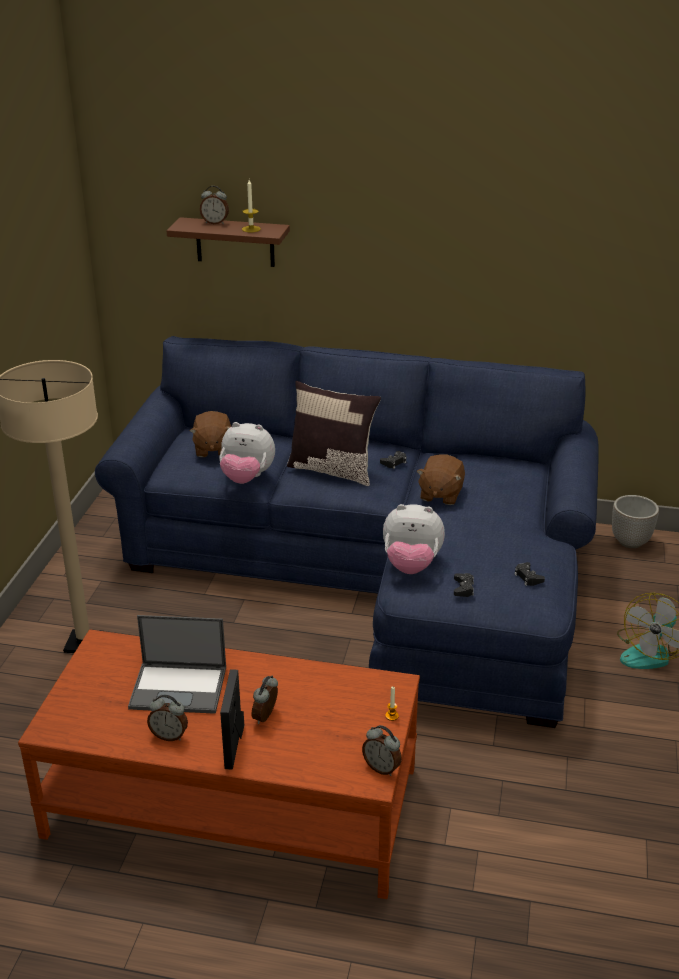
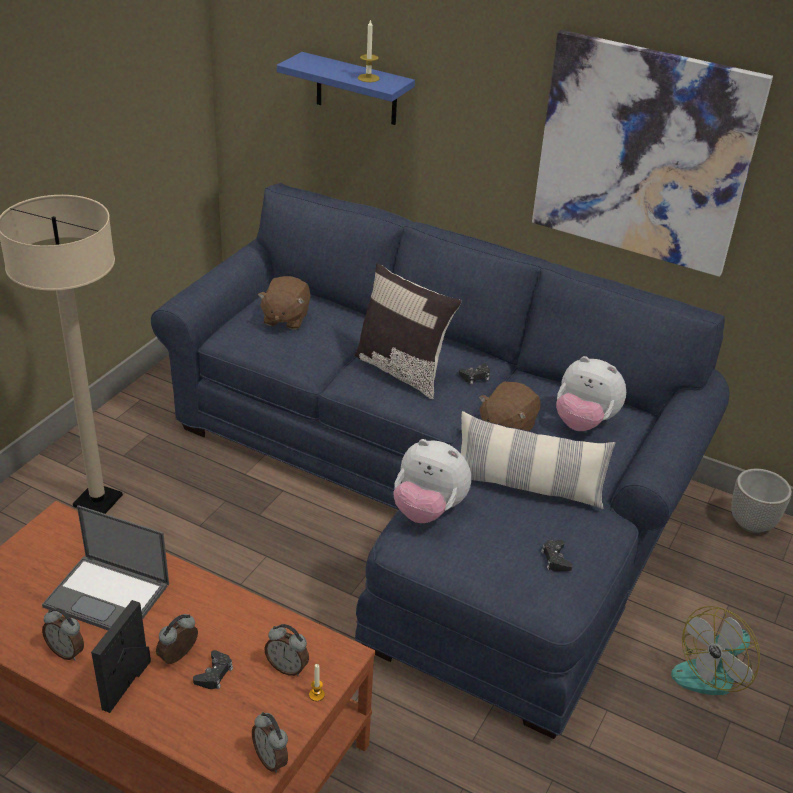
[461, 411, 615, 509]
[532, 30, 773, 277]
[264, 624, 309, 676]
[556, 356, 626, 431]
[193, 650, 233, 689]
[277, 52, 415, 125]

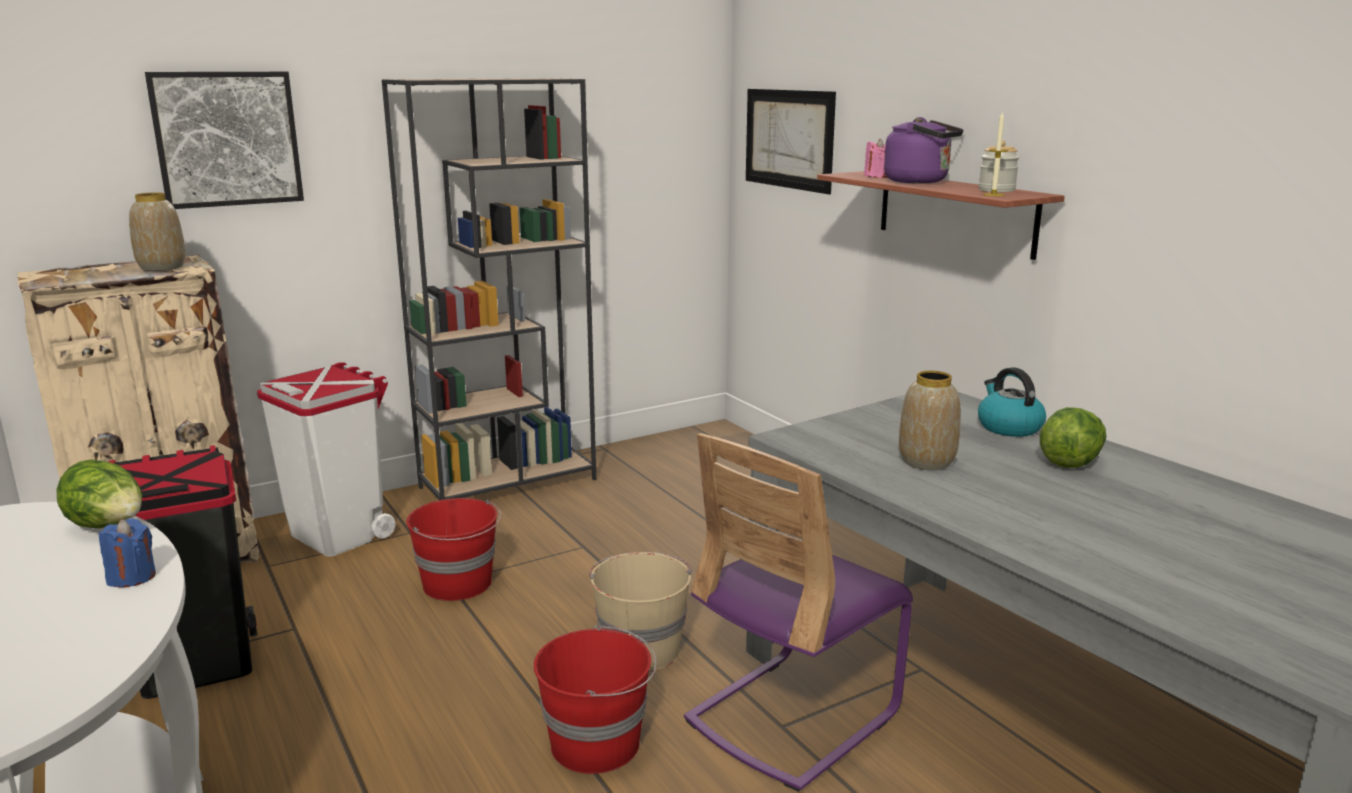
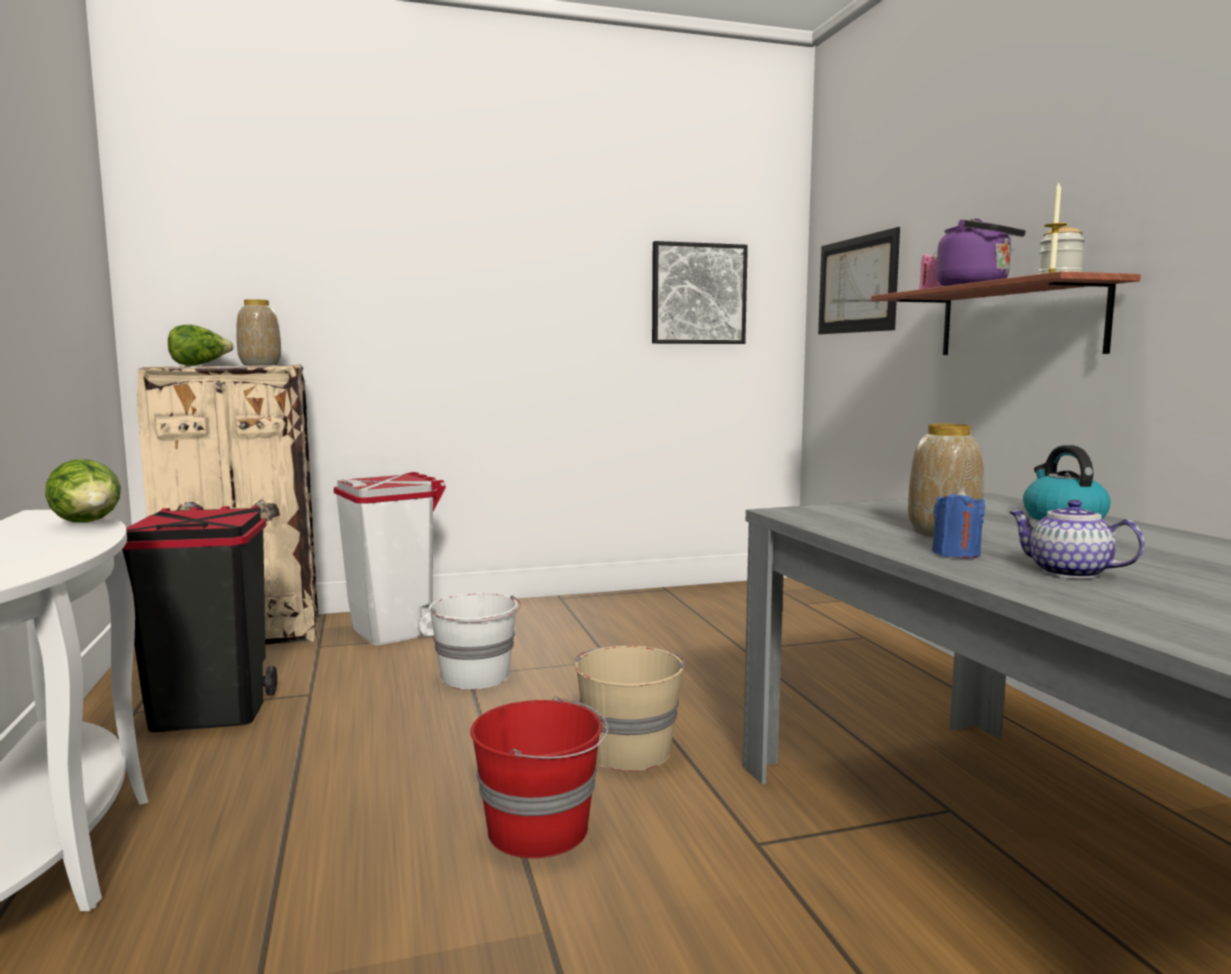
[382, 78, 596, 500] (first image)
[684, 433, 913, 792] (first image)
[1009, 500, 1145, 579]
[932, 488, 985, 558]
[652, 241, 748, 344]
[168, 325, 234, 366]
[429, 593, 521, 690]

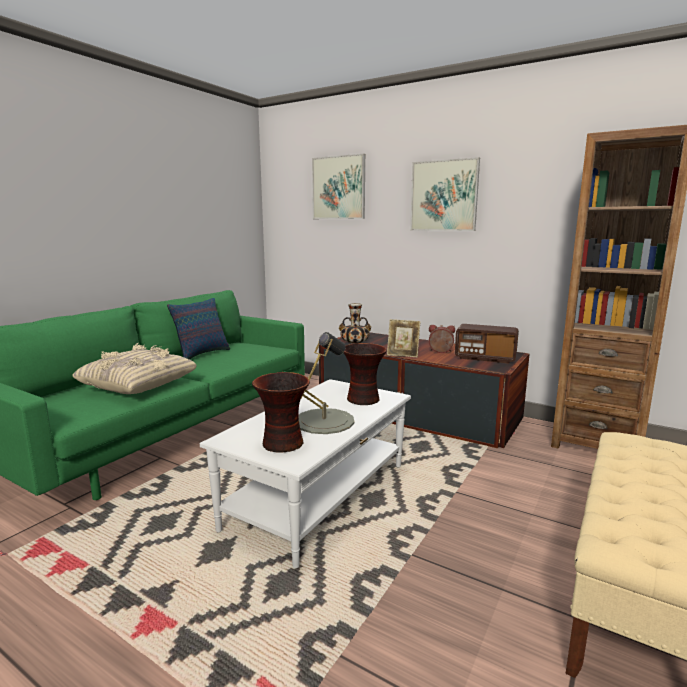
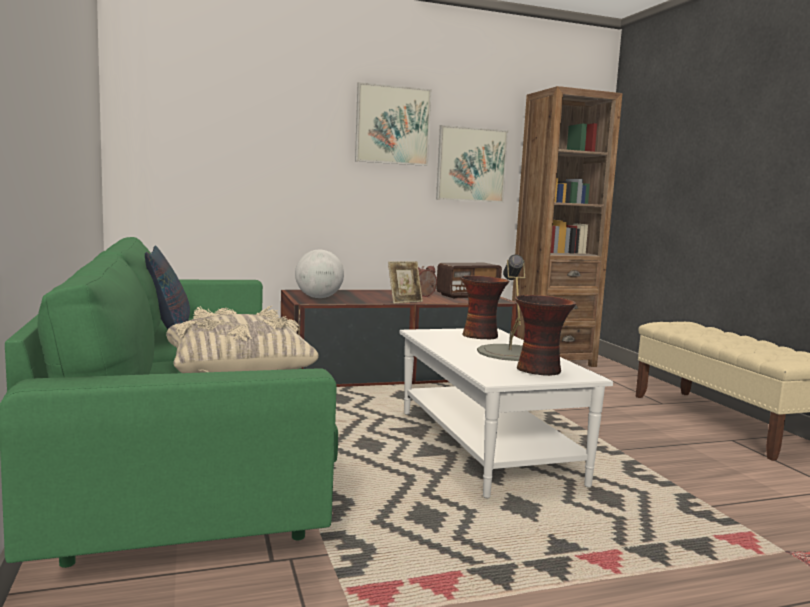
[436, 125, 508, 203]
[295, 250, 344, 298]

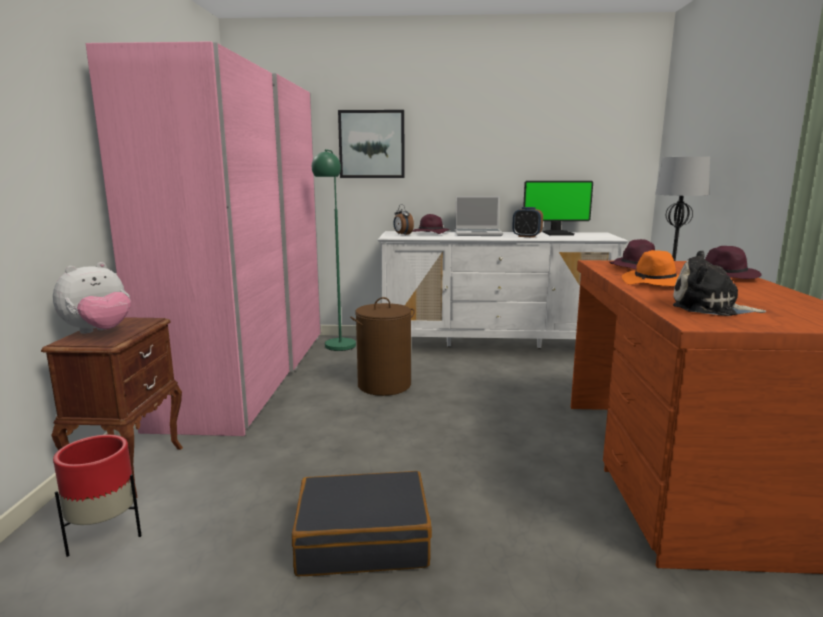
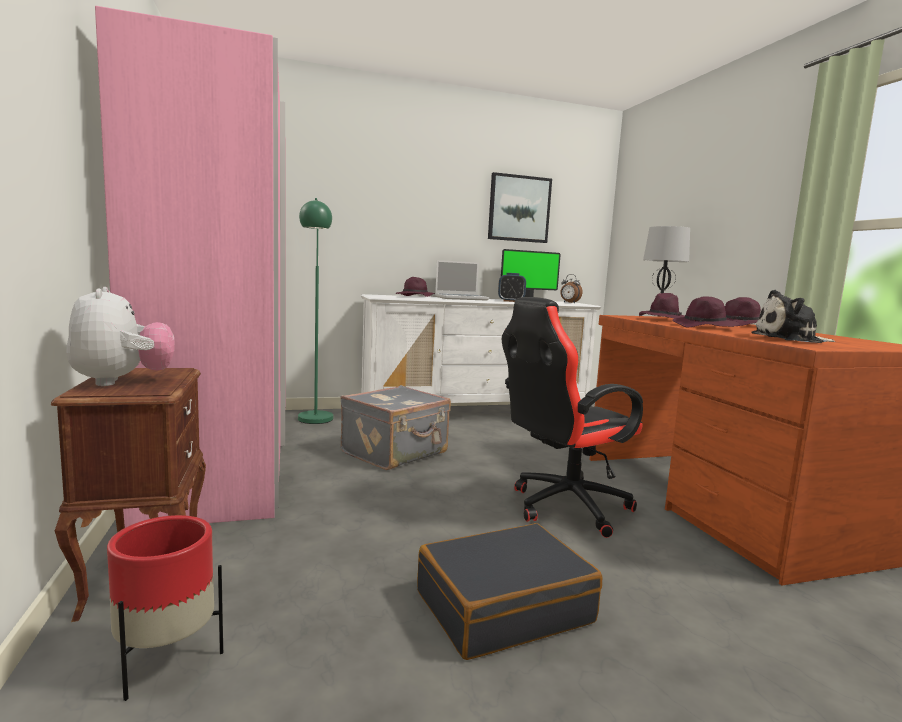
[502, 297, 643, 538]
[488, 172, 552, 243]
[560, 274, 582, 303]
[340, 385, 451, 470]
[672, 296, 739, 327]
[66, 287, 175, 386]

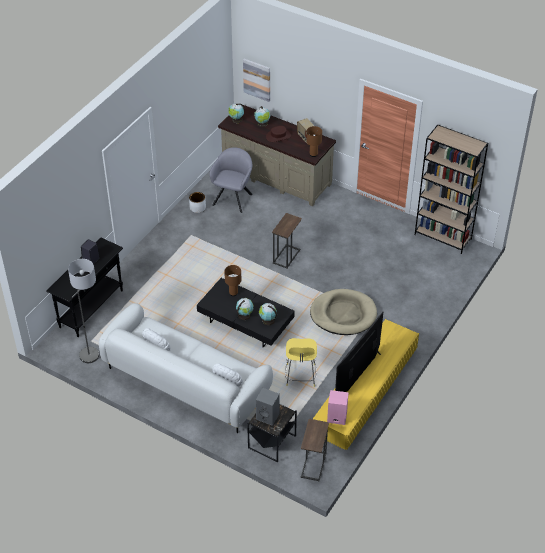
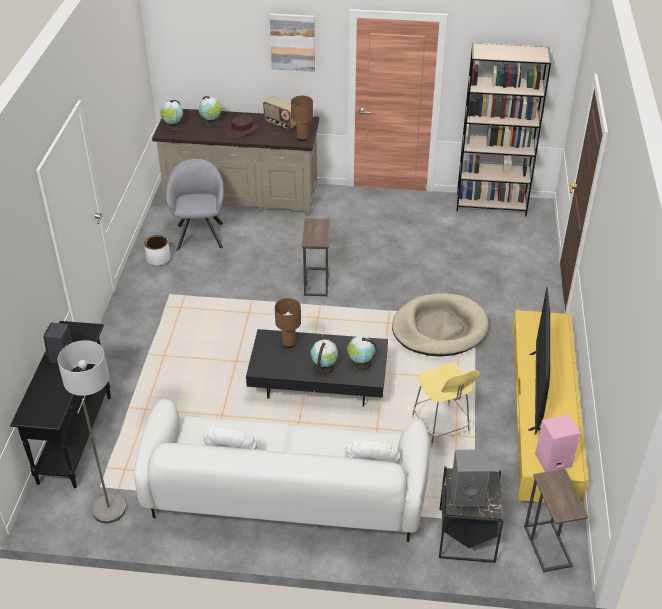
[269, 13, 315, 72]

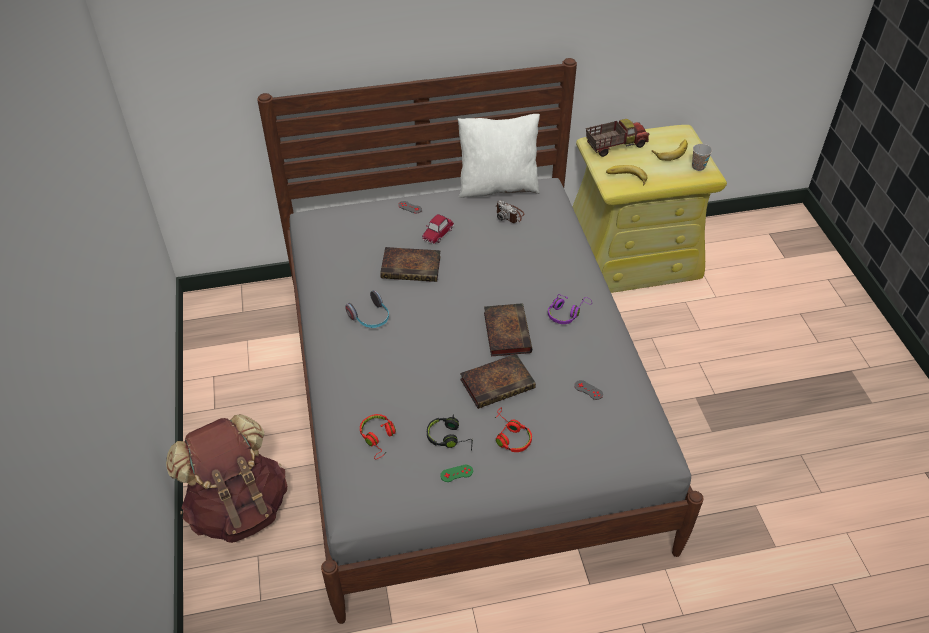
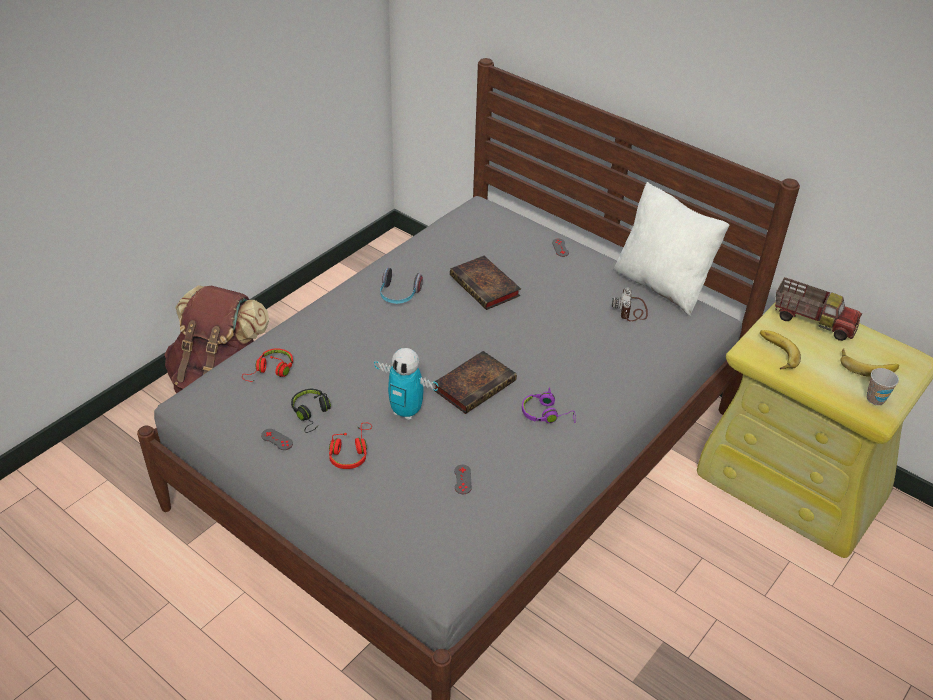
[422, 214, 454, 244] (first image)
[374, 348, 438, 420]
[261, 429, 293, 450]

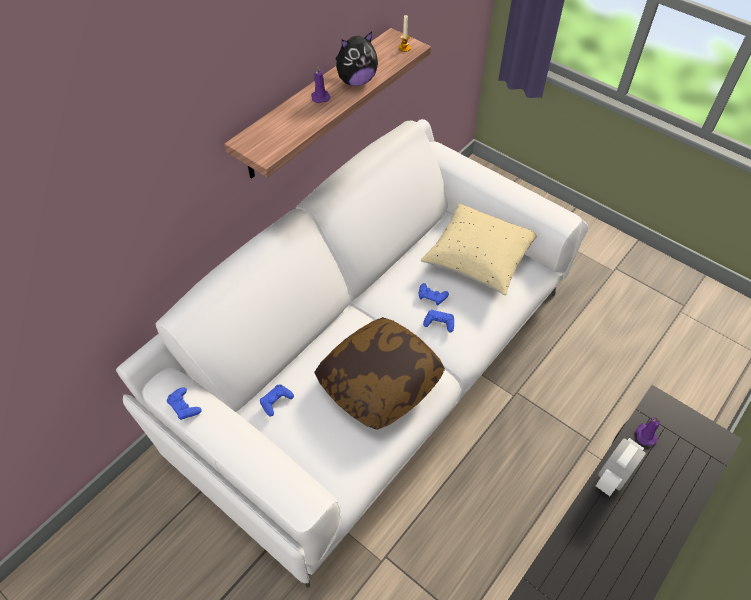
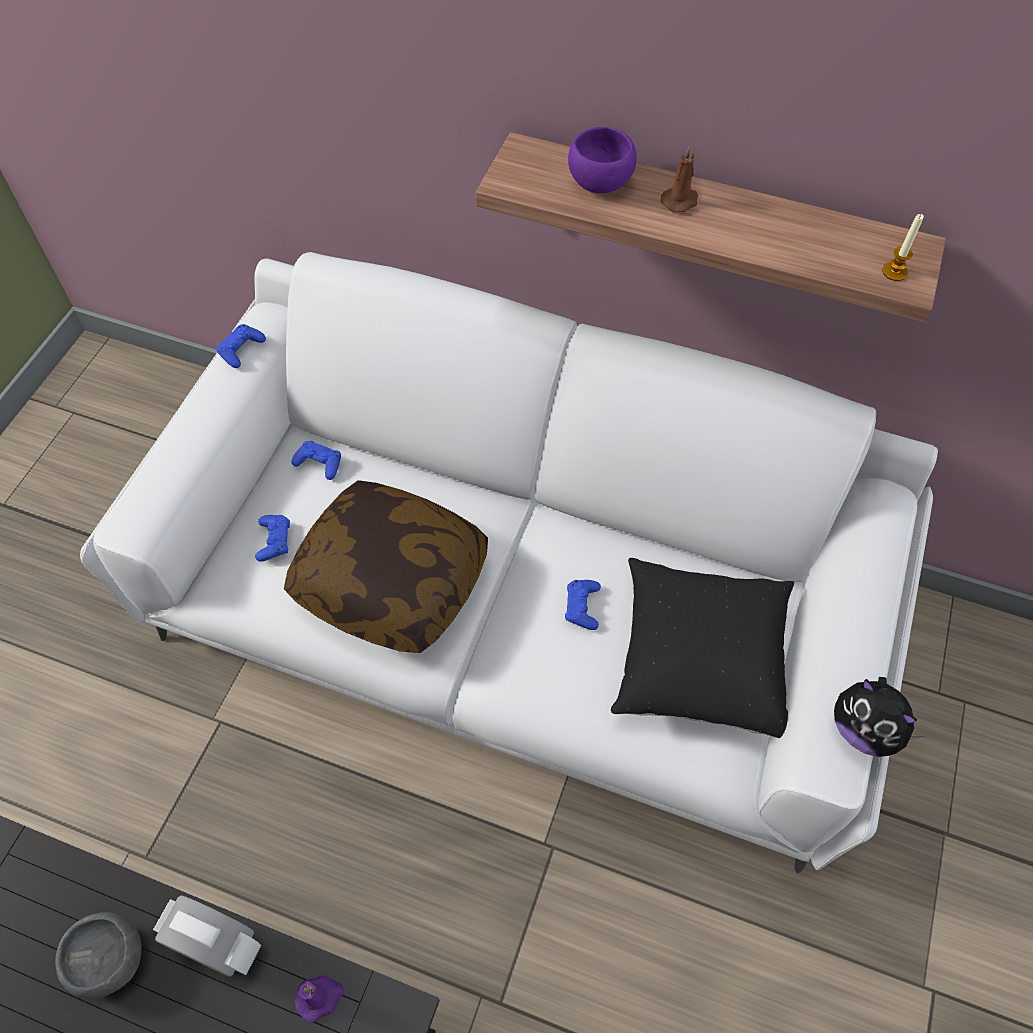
[55, 912, 142, 999]
[568, 127, 637, 193]
[834, 677, 923, 757]
[255, 515, 290, 562]
[661, 145, 698, 213]
[611, 558, 794, 738]

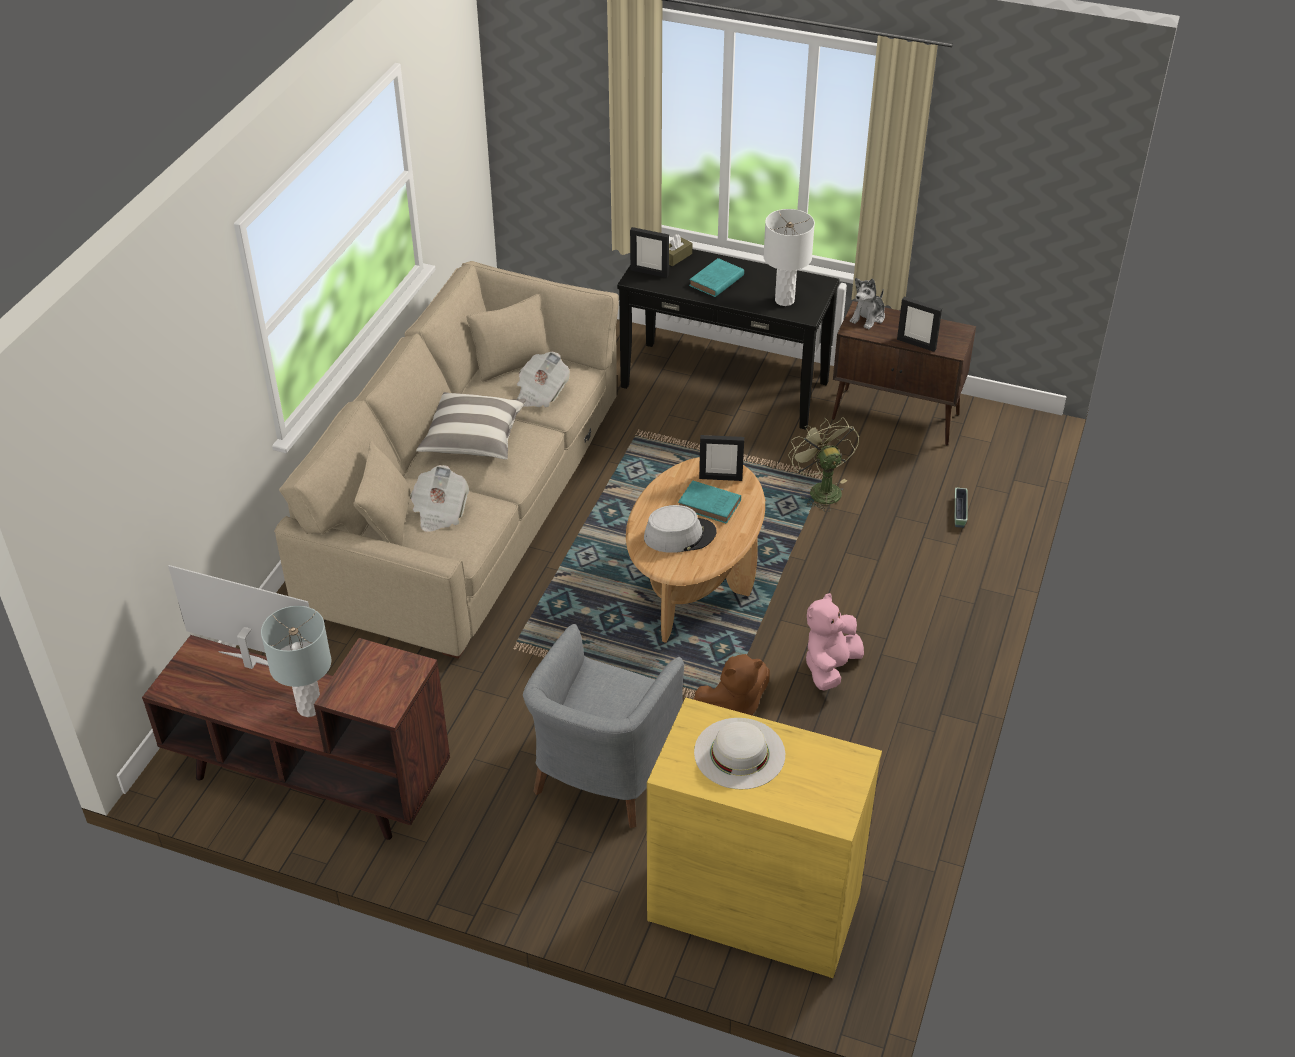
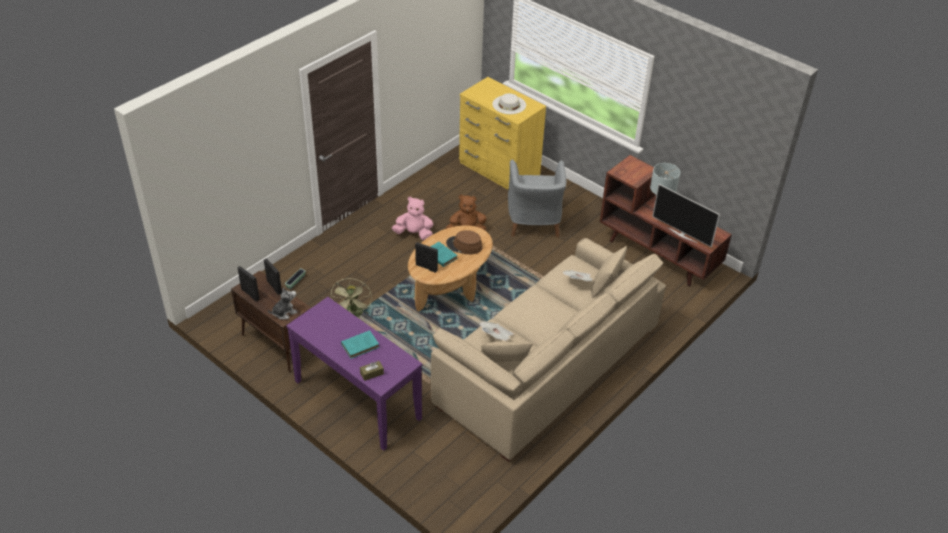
[416, 392, 526, 460] (first image)
[763, 209, 815, 306] (first image)
[238, 266, 260, 301]
[286, 297, 422, 451]
[446, 230, 483, 254]
[508, 159, 566, 238]
[392, 197, 433, 240]

